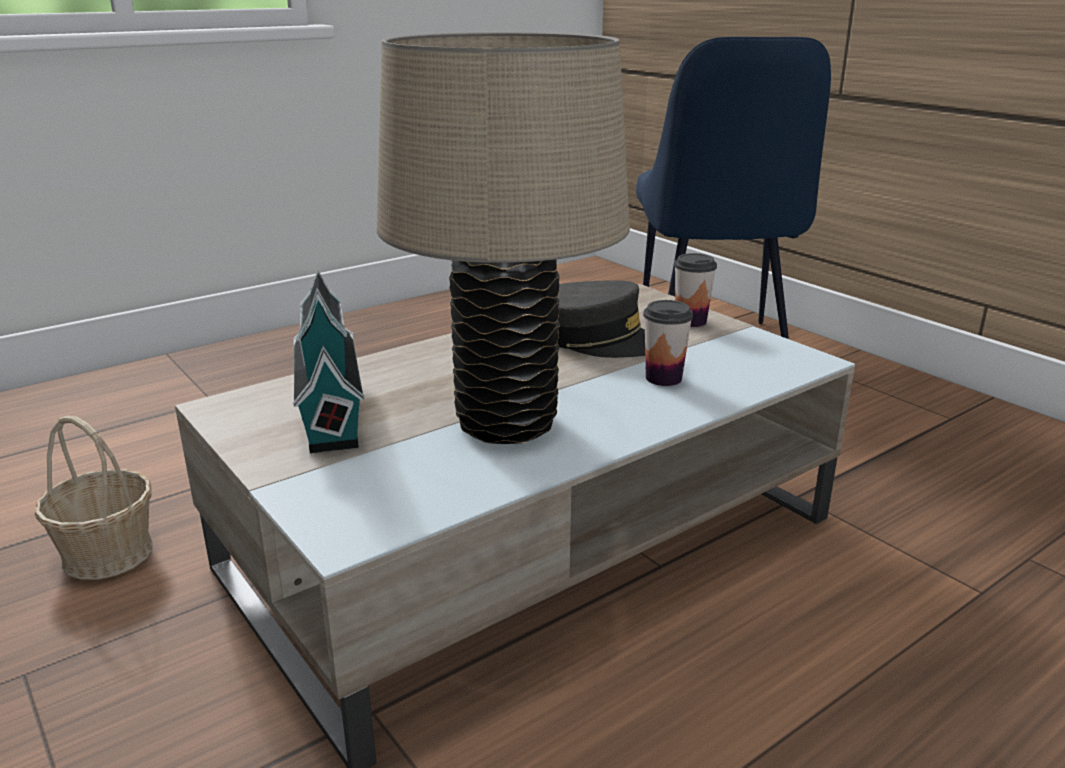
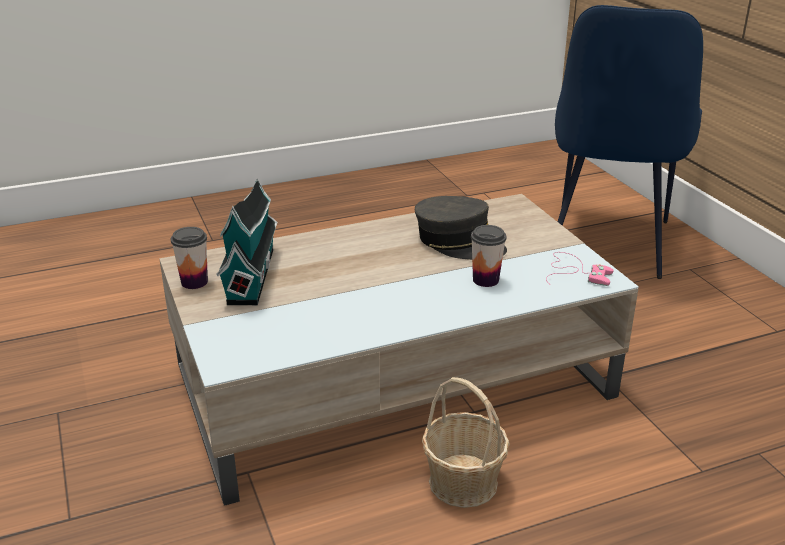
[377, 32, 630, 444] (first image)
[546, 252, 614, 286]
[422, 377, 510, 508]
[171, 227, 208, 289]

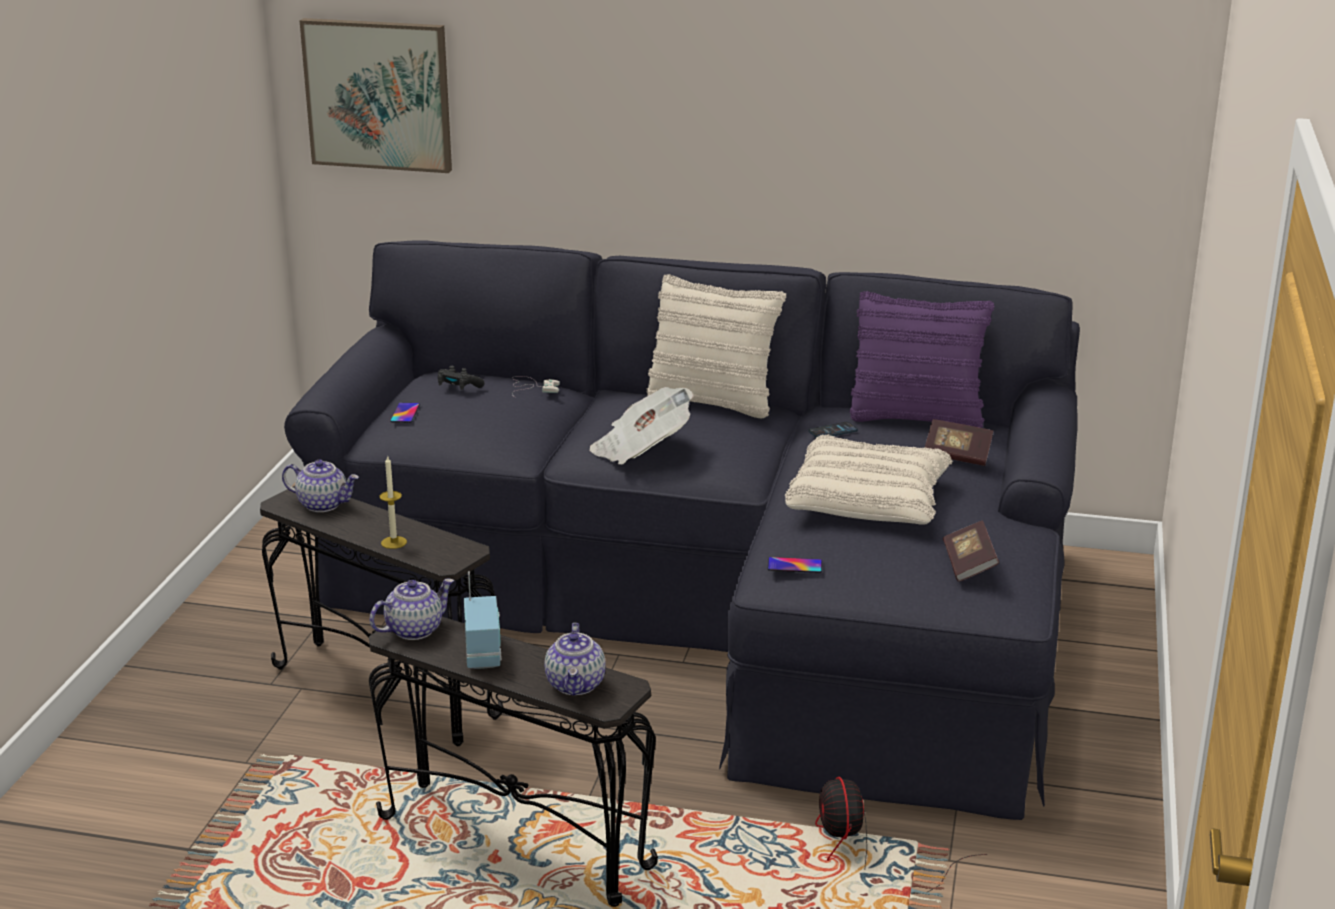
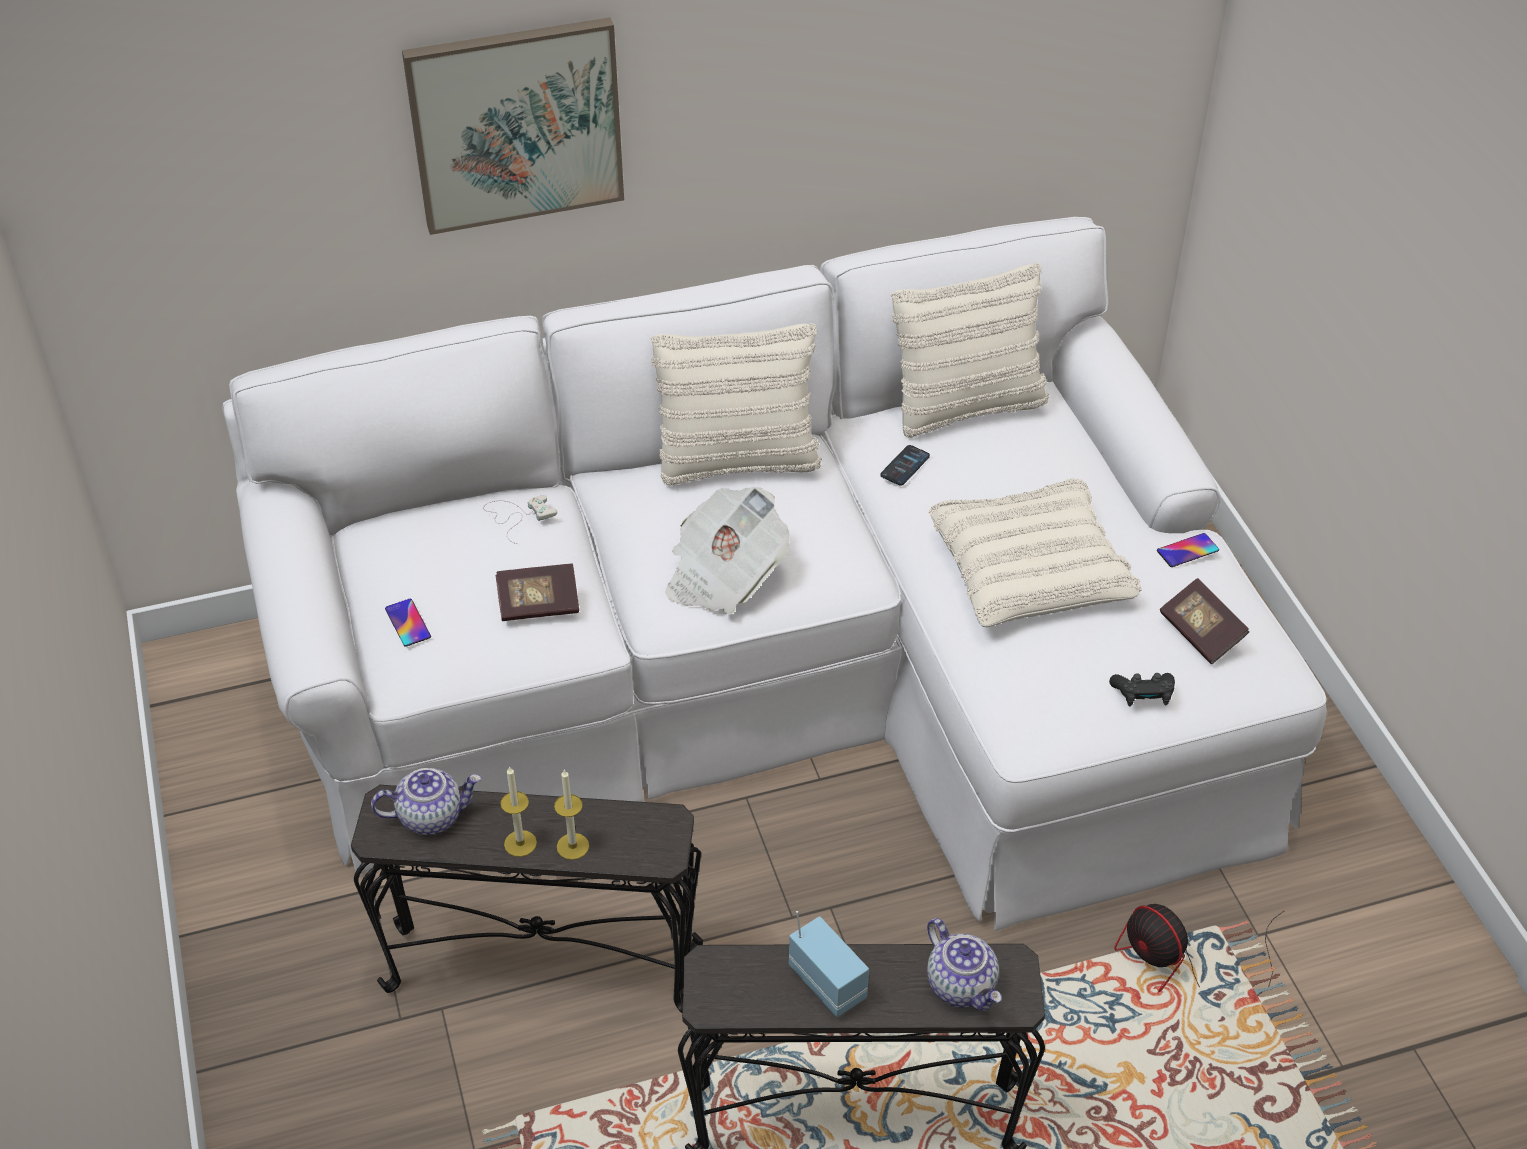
[369, 579, 454, 640] (first image)
[500, 766, 537, 857]
[402, 17, 624, 235]
[1109, 673, 1175, 707]
[1157, 533, 1219, 567]
[496, 563, 579, 621]
[222, 217, 1327, 931]
[891, 263, 1049, 438]

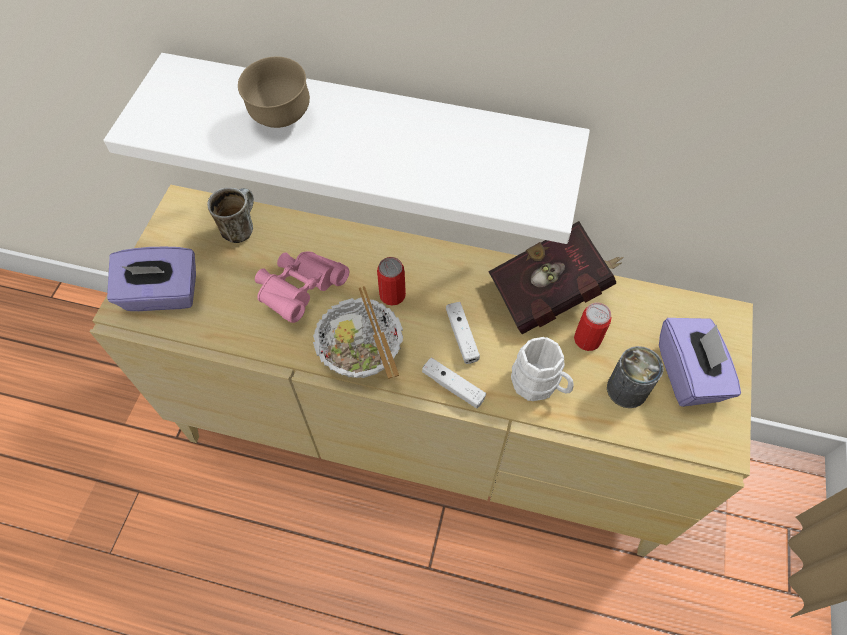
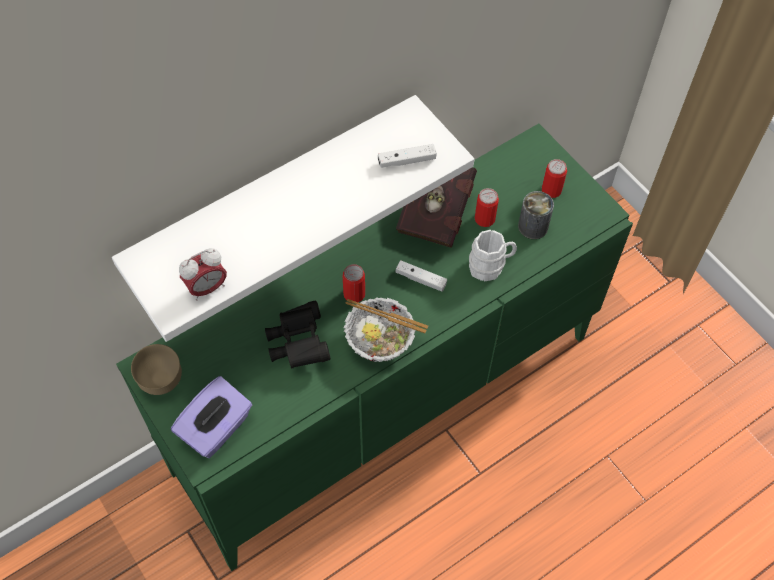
[207, 187, 254, 243] (first image)
[179, 248, 227, 301]
[131, 344, 182, 395]
[378, 144, 437, 168]
[542, 159, 567, 198]
[116, 123, 633, 571]
[265, 301, 330, 368]

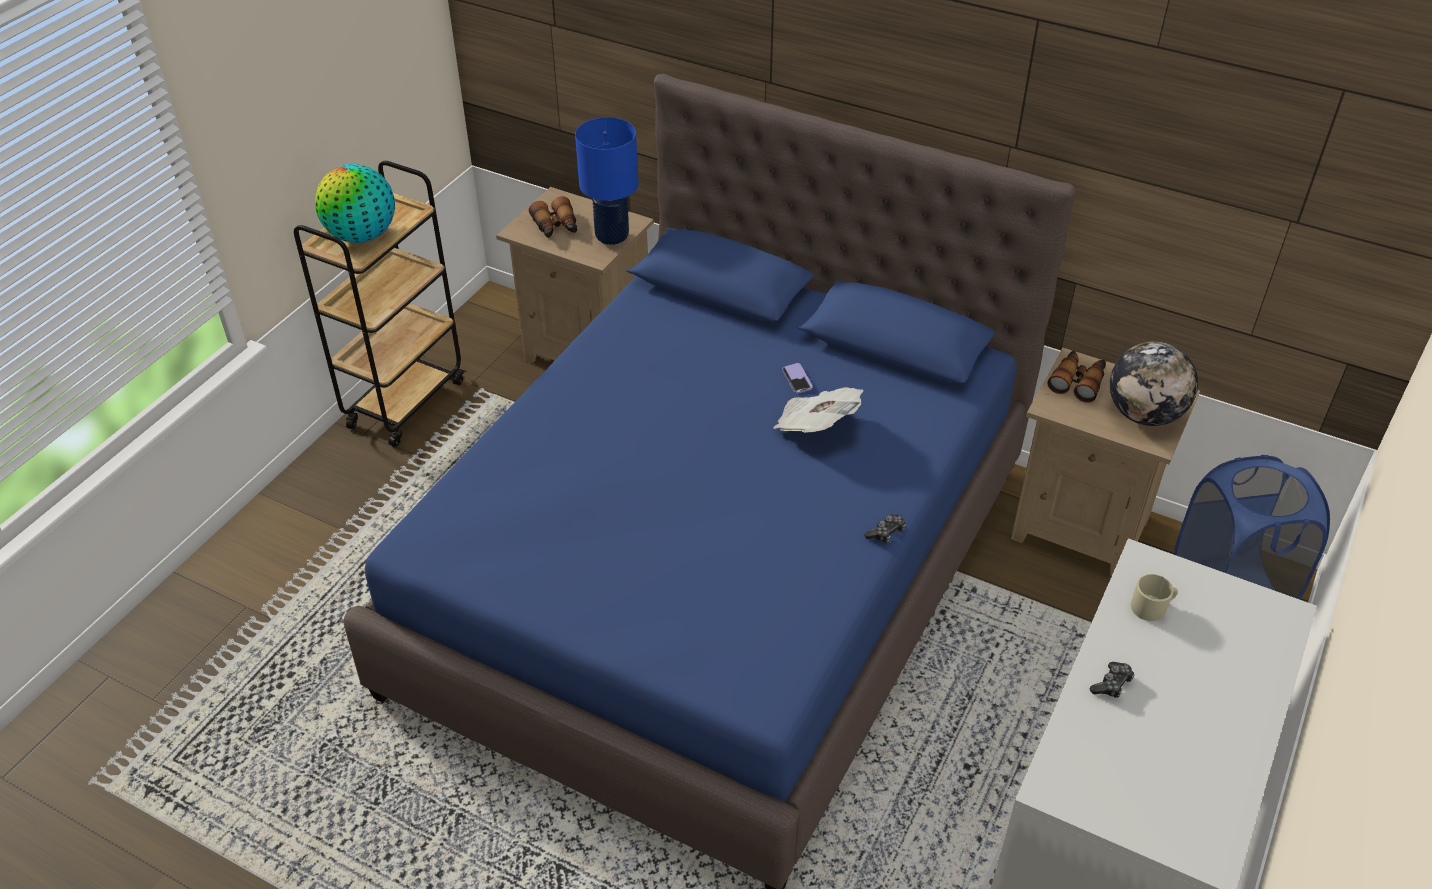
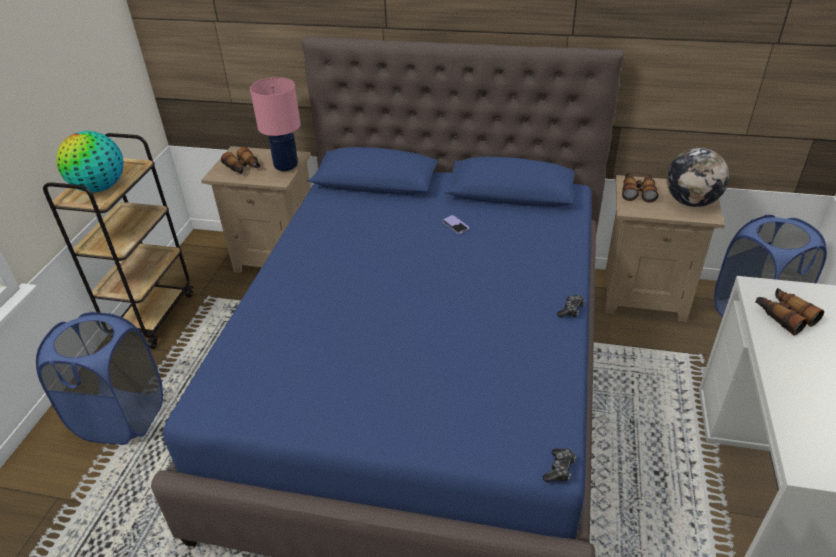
[774, 387, 863, 433] (first image)
[36, 312, 163, 445]
[543, 448, 576, 483]
[756, 288, 824, 335]
[250, 77, 301, 171]

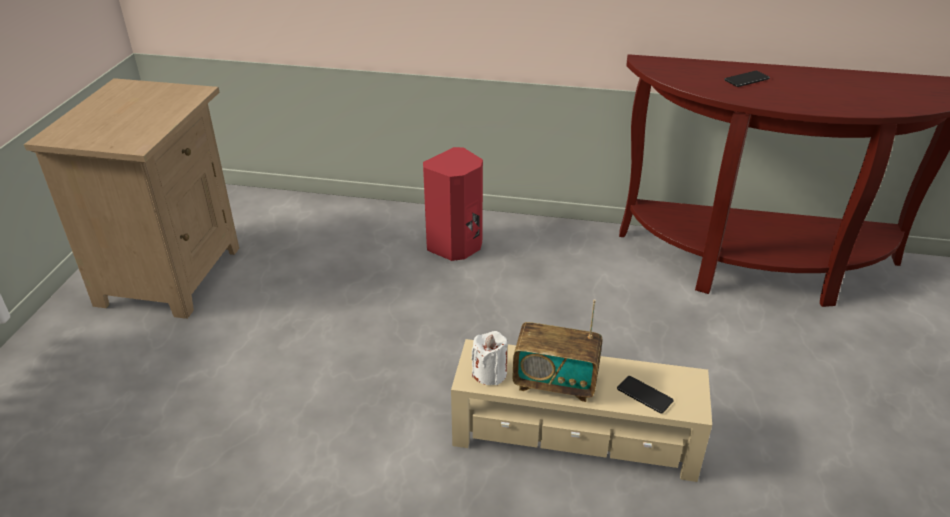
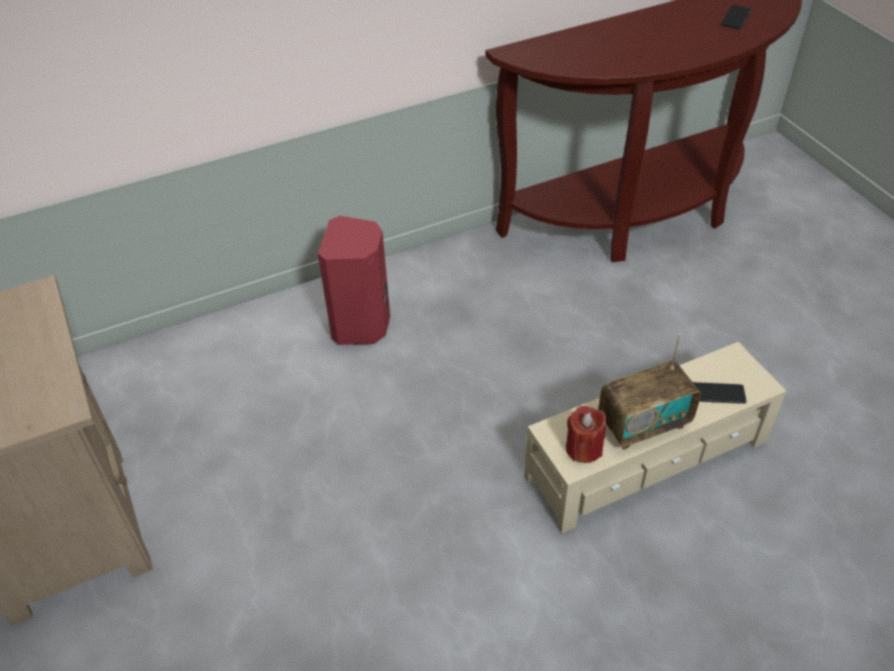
[721, 5, 751, 29]
[566, 406, 606, 463]

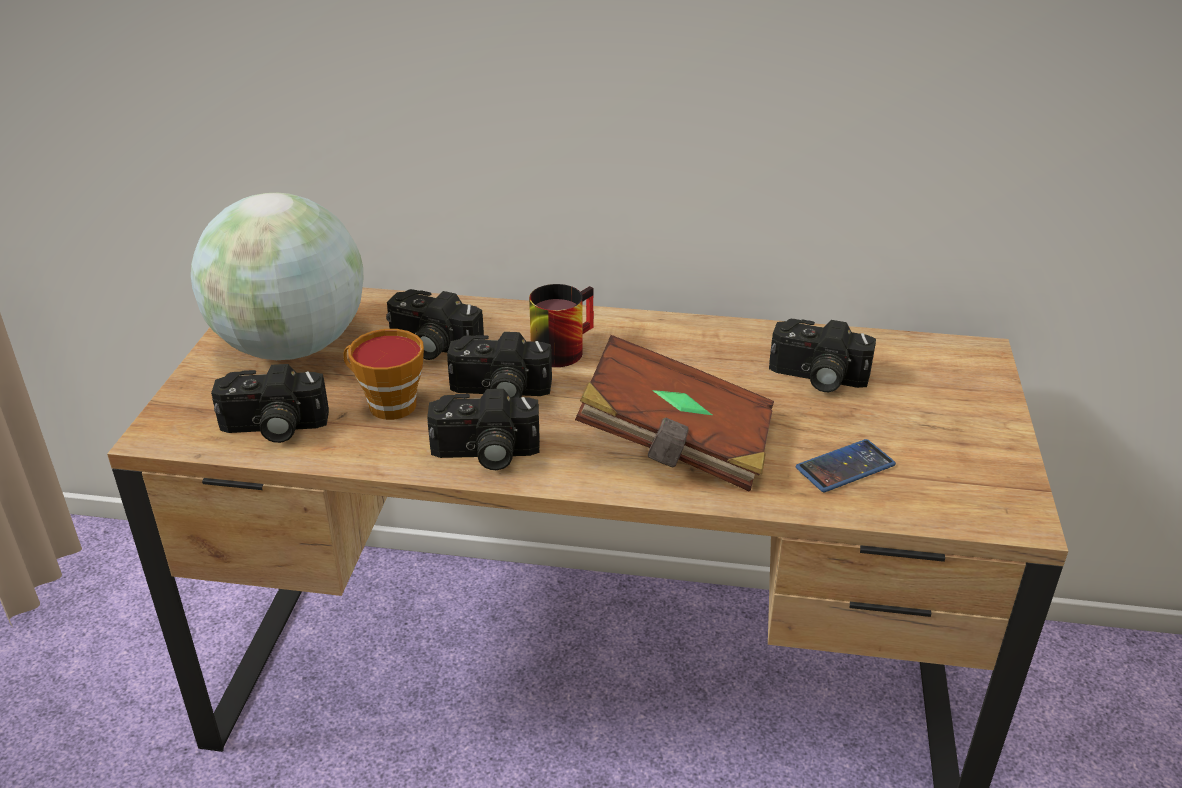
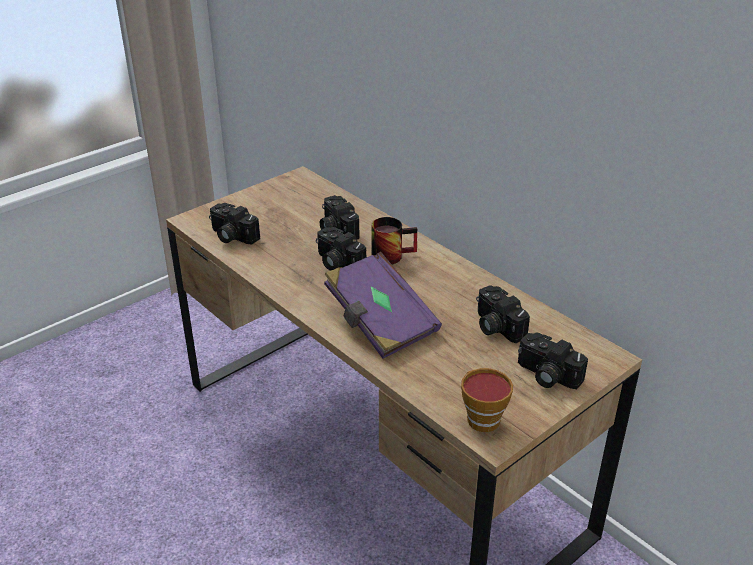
[191, 193, 363, 360] (first image)
[796, 439, 896, 492] (first image)
[461, 368, 513, 432]
[518, 333, 588, 389]
[324, 252, 442, 359]

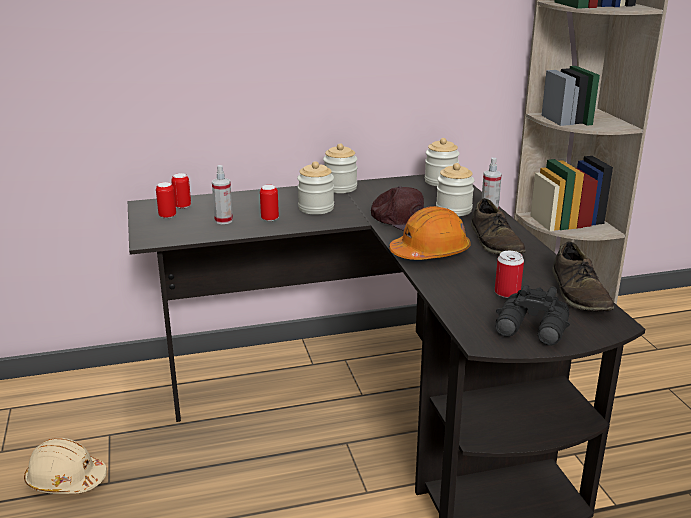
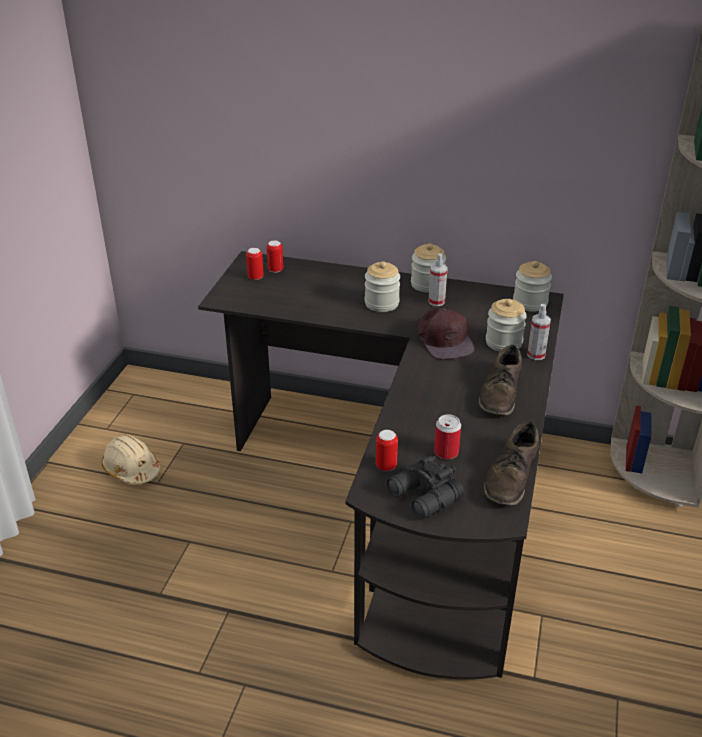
[389, 206, 470, 260] (first image)
[428, 253, 447, 306]
[376, 430, 398, 471]

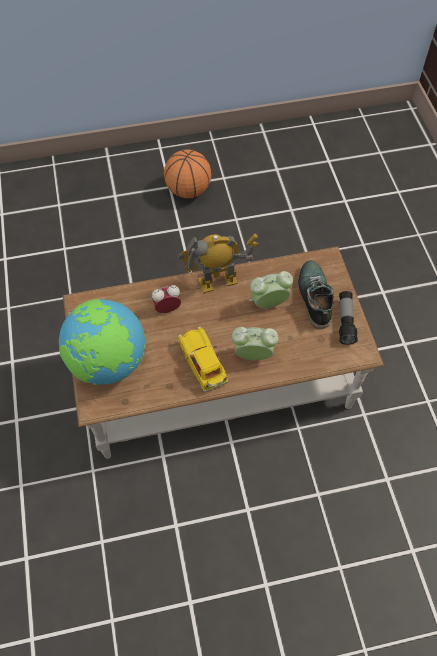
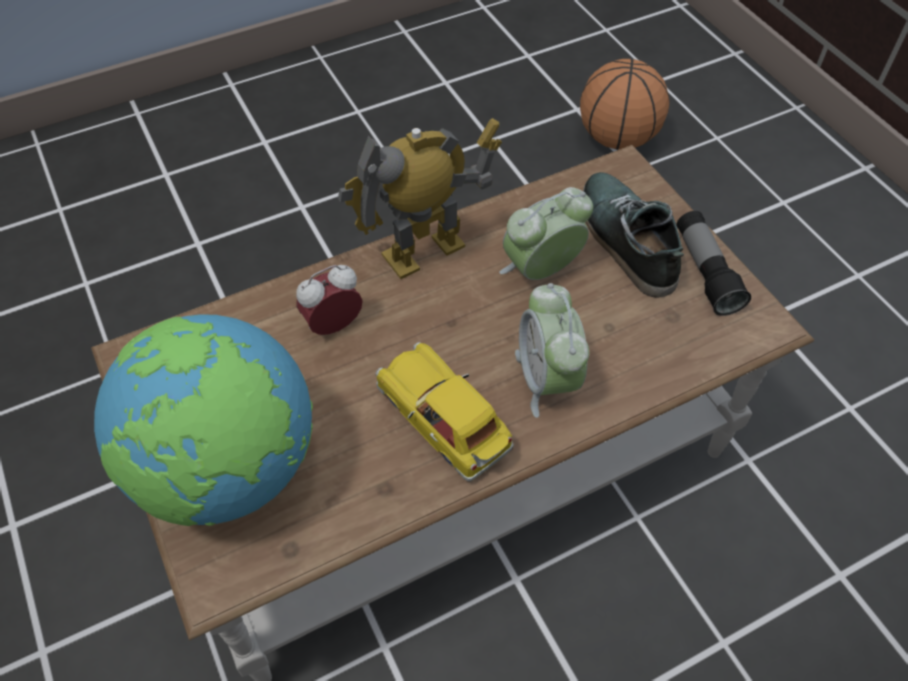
[580, 59, 669, 150]
[515, 283, 589, 418]

